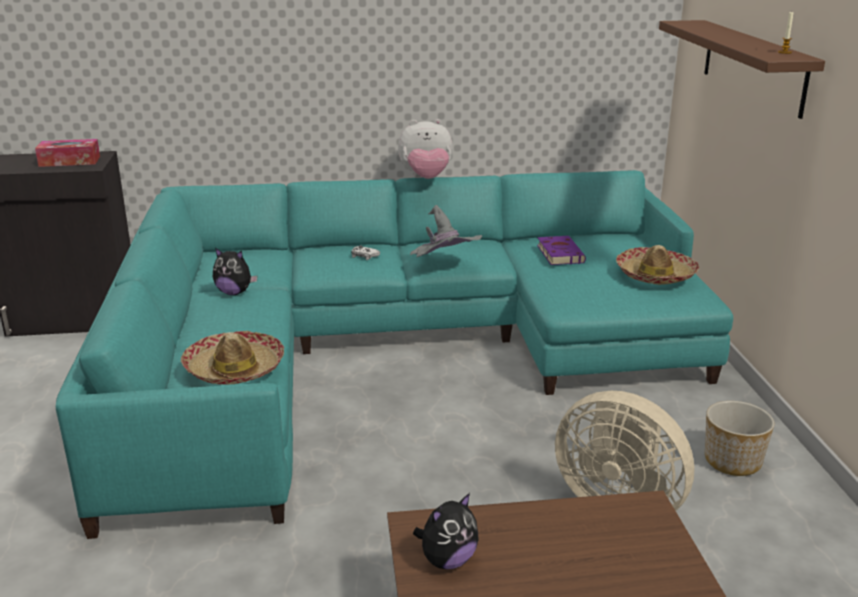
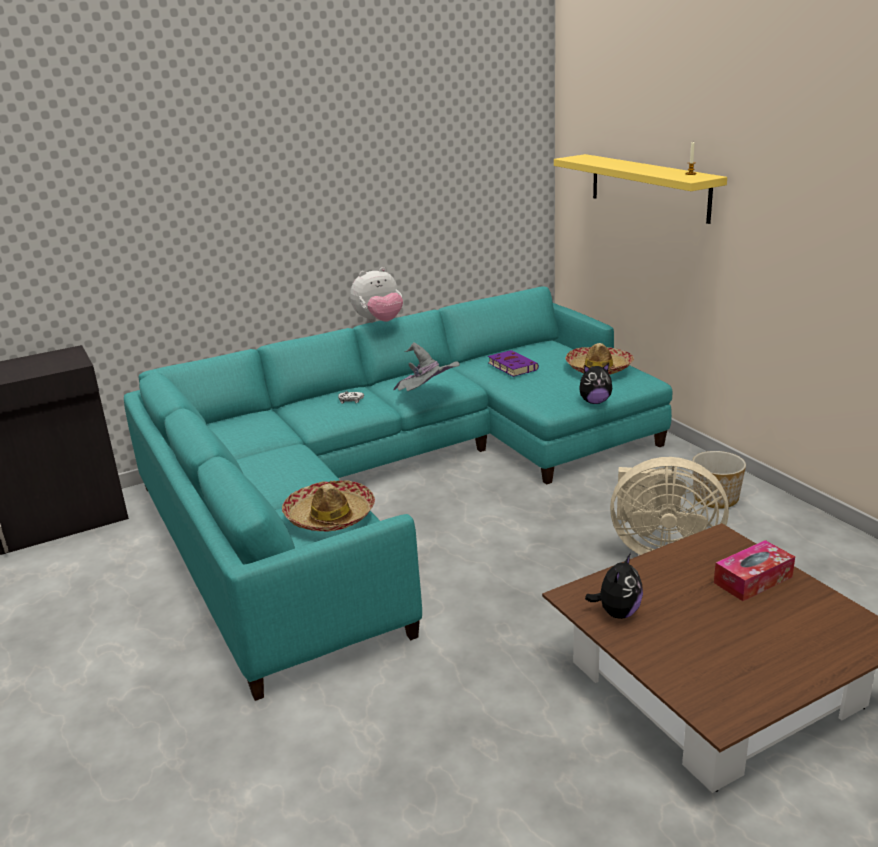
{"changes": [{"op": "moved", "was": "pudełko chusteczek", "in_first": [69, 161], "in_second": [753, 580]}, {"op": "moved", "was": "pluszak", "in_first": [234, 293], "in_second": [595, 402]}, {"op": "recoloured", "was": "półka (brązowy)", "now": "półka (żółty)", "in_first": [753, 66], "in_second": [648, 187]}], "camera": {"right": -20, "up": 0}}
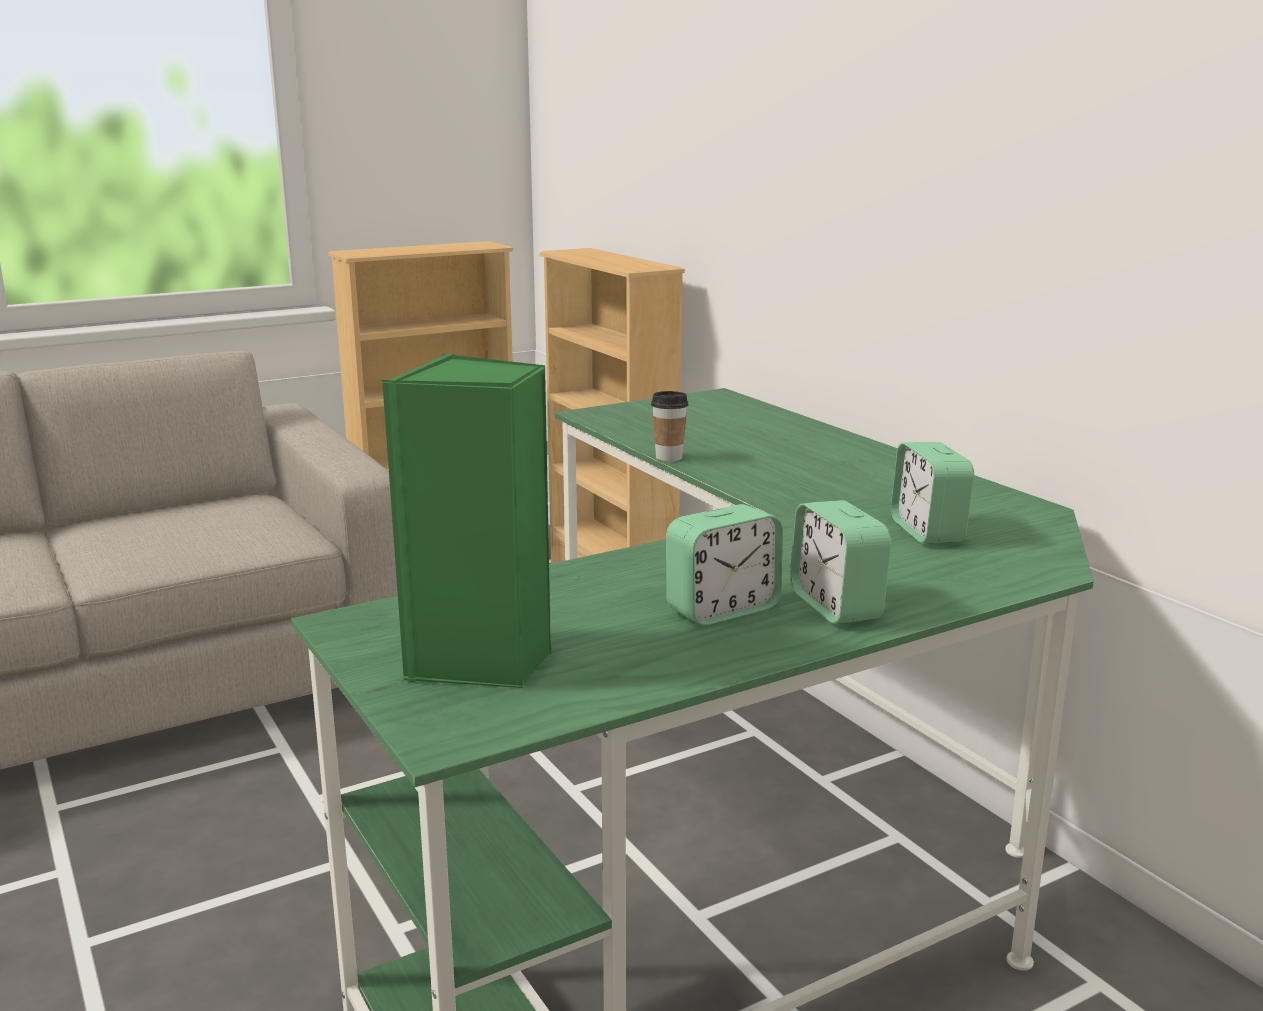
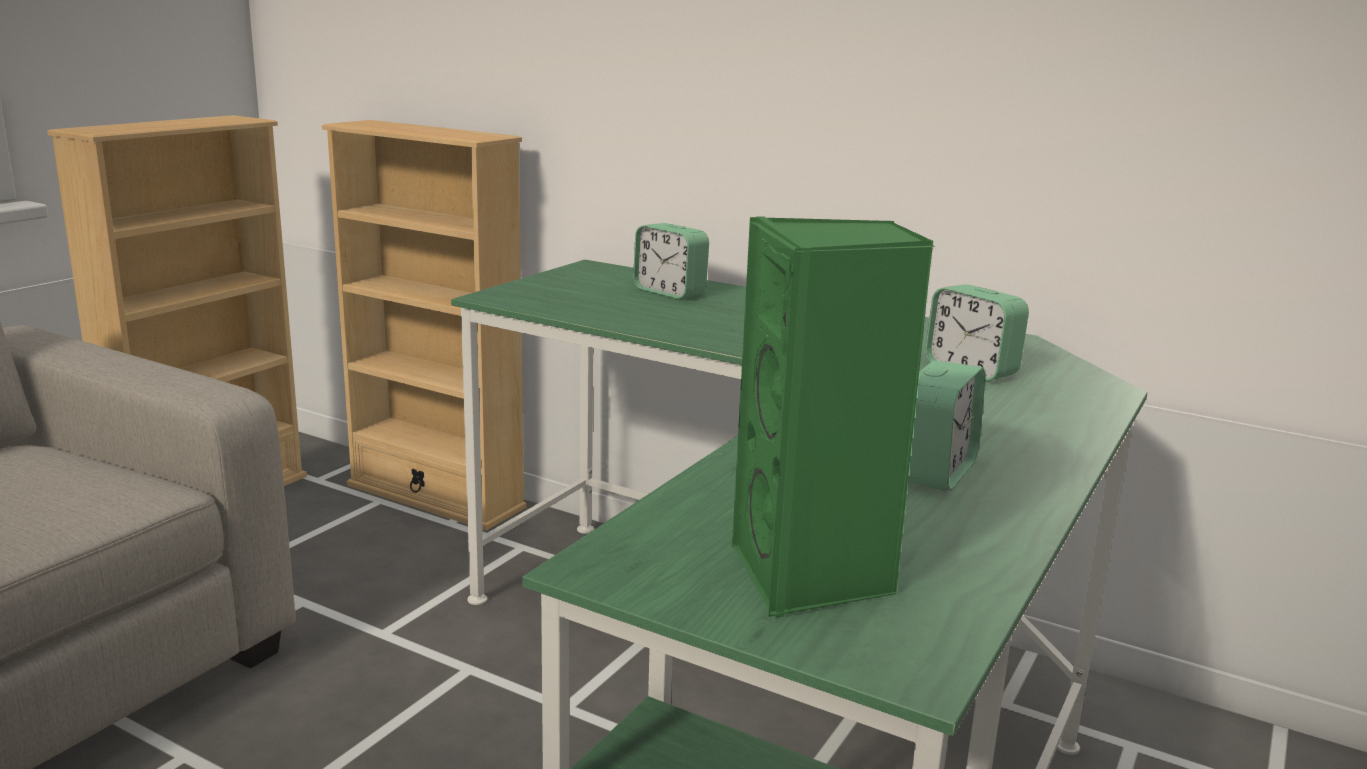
{"changes": [{"op": "removed", "was": "filiżanka", "in_first": [669, 457]}, {"op": "moved", "was": "budzik", "in_first": [836, 606], "in_second": [669, 292]}], "camera": {"right": -30, "up": 0}}
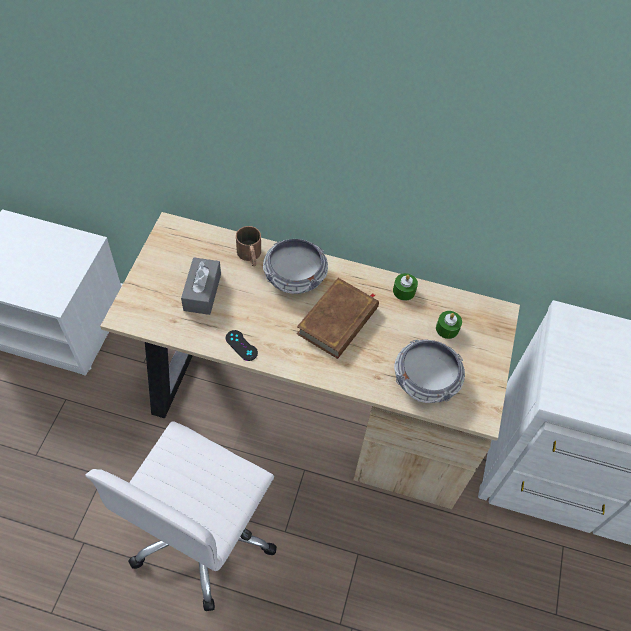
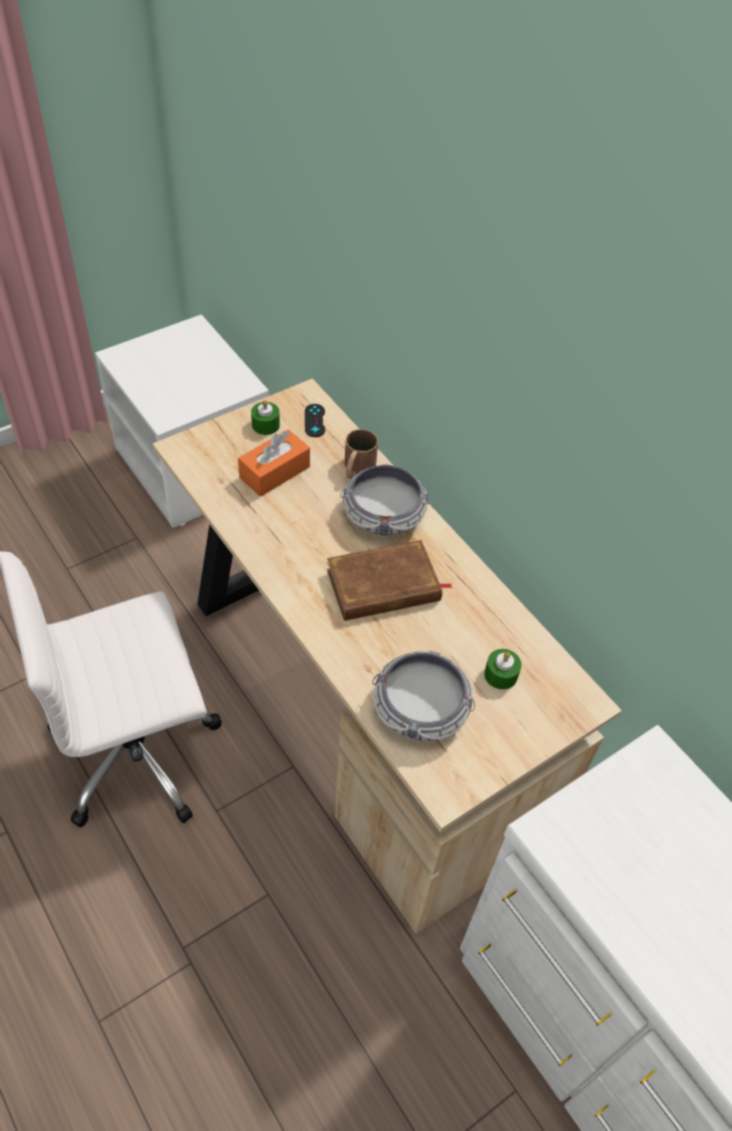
{"changes": [{"op": "recoloured", "was": "pudełko chusteczek (szary)", "now": "pudełko chusteczek (pomarańczowy)", "in_first": [202, 292], "in_second": [274, 472]}, {"op": "moved", "was": "pad do gier (czarny)", "in_first": [241, 345], "in_second": [314, 420]}, {"op": "moved", "was": "świeca (zielony)", "in_first": [404, 291], "in_second": [265, 425]}], "camera": {"right": 40, "up": -5}}
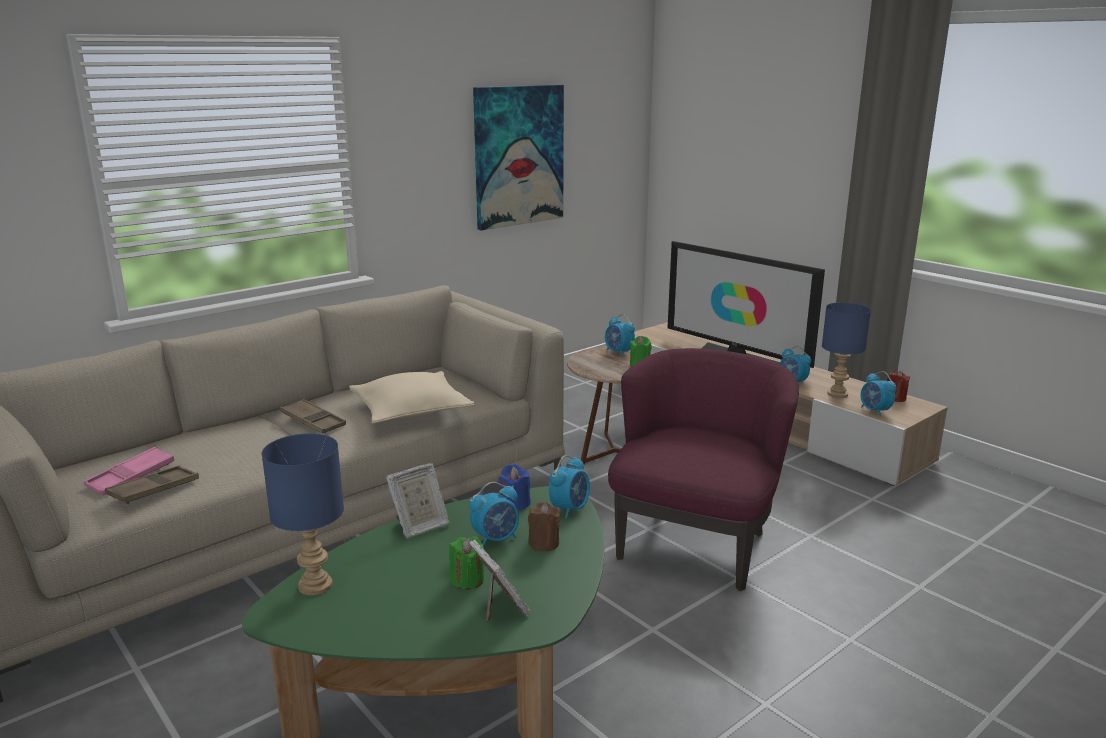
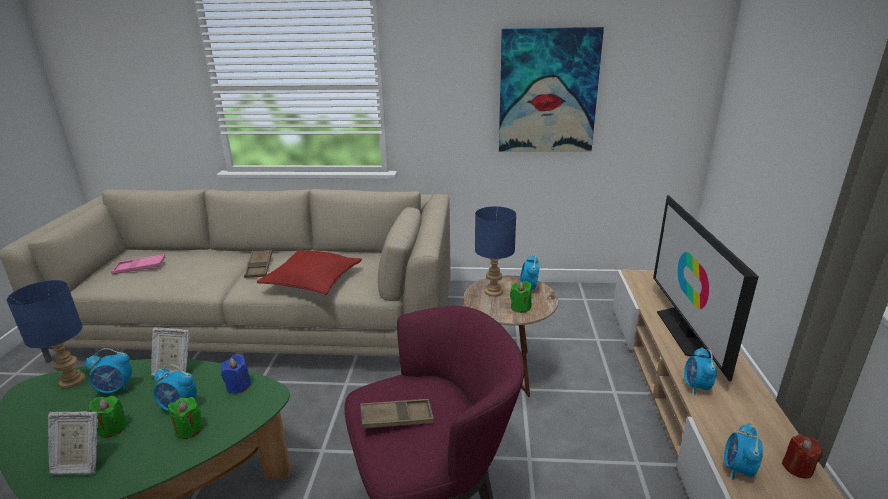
{"changes": [{"op": "moved", "was": "taca (brązowy)", "in_first": [154, 490], "in_second": [397, 418]}, {"op": "recoloured", "was": "poduszka (beżowy)", "now": "poduszka (czerwony)", "in_first": [411, 410], "in_second": [313, 281]}, {"op": "turned", "was": "ramka na zdjęcie", "in_first": [500, 608], "in_second": [80, 463], "clockwise": 75}, {"op": "recoloured", "was": "świeca (brązowy)", "now": "świeca (zielony)", "in_first": [544, 543], "in_second": [189, 429]}, {"op": "moved", "was": "budzik", "in_first": [570, 509], "in_second": [115, 389]}, {"op": "moved", "was": "lampa stołowa (niebieski)", "in_first": [837, 394], "in_second": [494, 291]}], "camera": {"right": 45, "up": 5}}
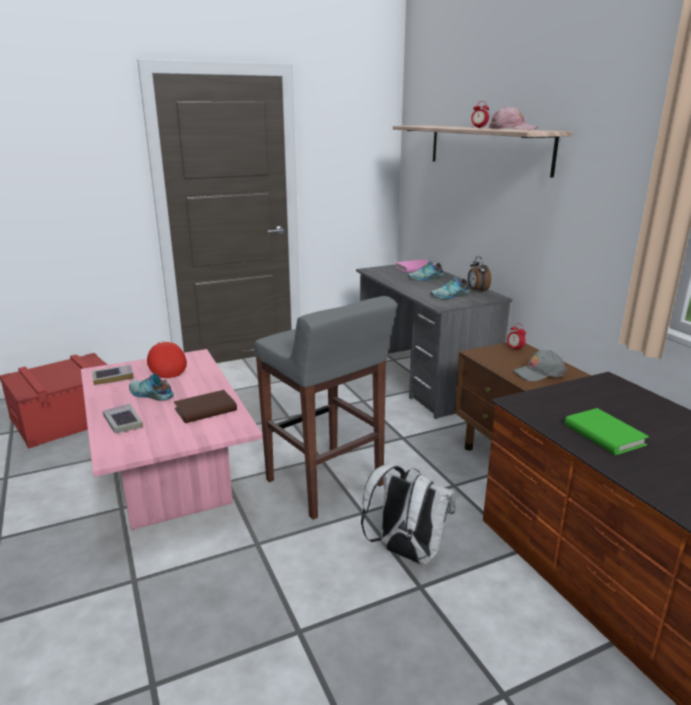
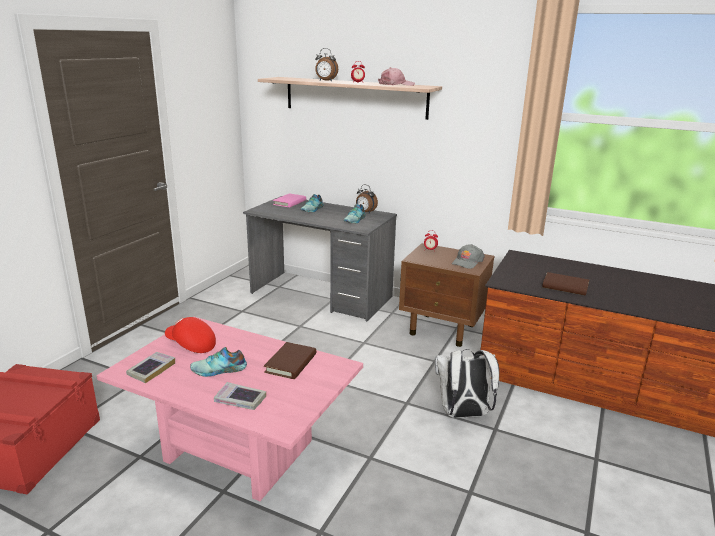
{"changes": [{"op": "removed", "was": "stołek (szary)", "in_first": [325, 484]}, {"op": "recoloured", "was": "książka (zielony)", "now": "książka (brązowy)", "in_first": [604, 435], "in_second": [565, 286]}, {"op": "added", "now": "budzik", "in_second": [325, 80]}], "camera": {"right": -40, "up": 0}}
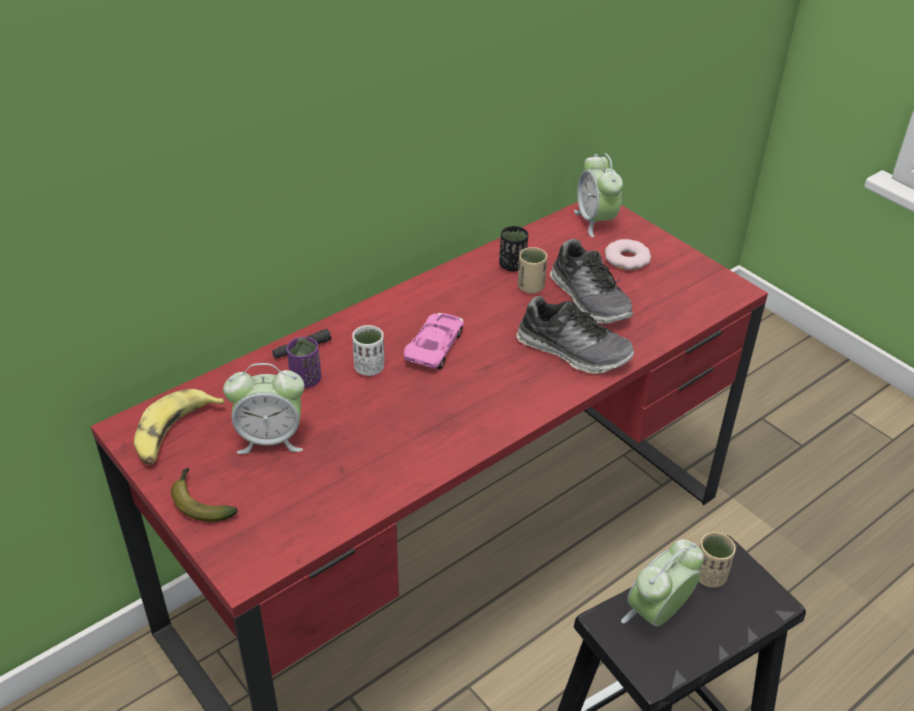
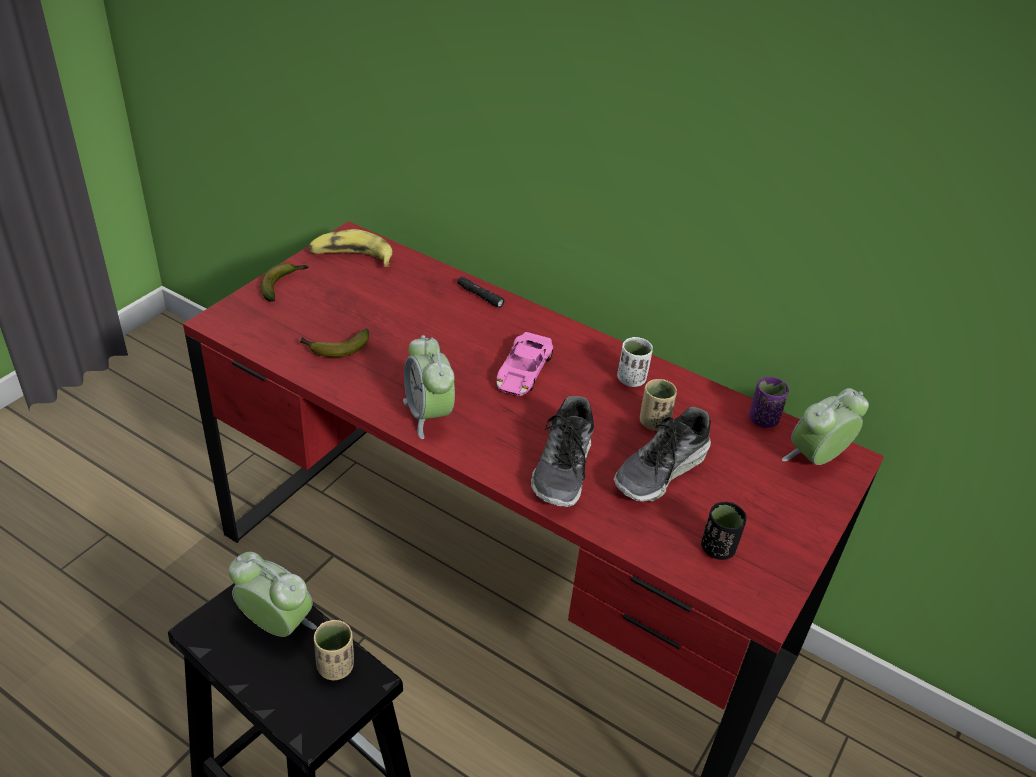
{"changes": [{"op": "moved", "was": "budzik", "in_first": [270, 439], "in_second": [428, 415]}, {"op": "moved", "was": "filiżanka (fioletowy)", "in_first": [306, 380], "in_second": [763, 419]}, {"op": "moved", "was": "filiżanka (biały)", "in_first": [369, 368], "in_second": [631, 379]}, {"op": "turned", "was": "samochodzik (różowy)", "in_first": [435, 345], "in_second": [523, 371], "clockwise": 105}, {"op": "moved", "was": "filiżanka (czarny)", "in_first": [512, 265], "in_second": [718, 548]}, {"op": "removed", "was": "donut", "in_first": [627, 259]}, {"op": "added", "now": "banan", "in_second": [334, 349]}], "camera": {"right": 70, "up": 0}}
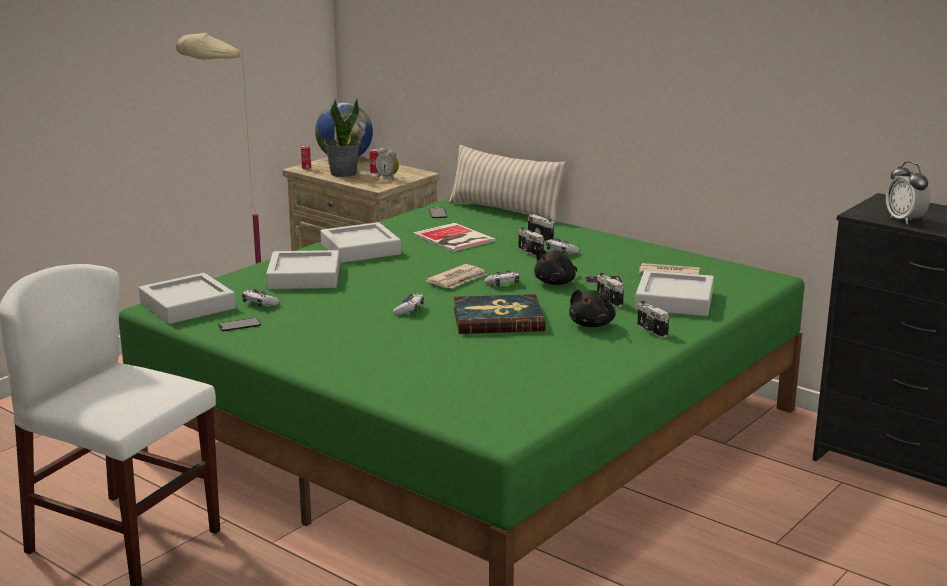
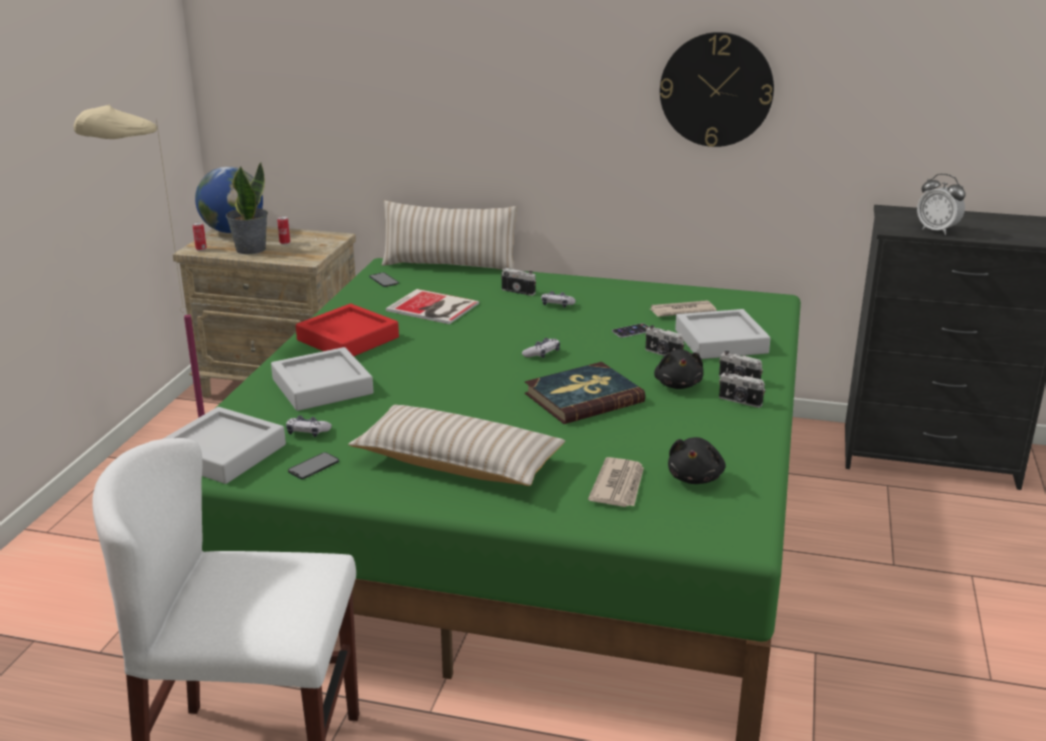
{"changes": [{"op": "recoloured", "was": "taca (szary)", "now": "taca (czerwony)", "in_first": [360, 249], "in_second": [348, 339]}, {"op": "removed", "was": "budzik", "in_first": [388, 177]}, {"op": "removed", "was": "pad do gier", "in_first": [409, 310]}, {"op": "moved", "was": "gazeta", "in_first": [458, 280], "in_second": [619, 486]}, {"op": "moved", "was": "aparat fotograficzny", "in_first": [529, 252], "in_second": [740, 401]}, {"op": "moved", "was": "pluszak (czarny)", "in_first": [556, 282], "in_second": [695, 477]}, {"op": "added", "now": "poduszka (beżowy)", "in_second": [458, 463]}, {"op": "added", "now": "zegar ścienny", "in_second": [716, 90]}], "camera": {"right": -25, "up": 5}}
